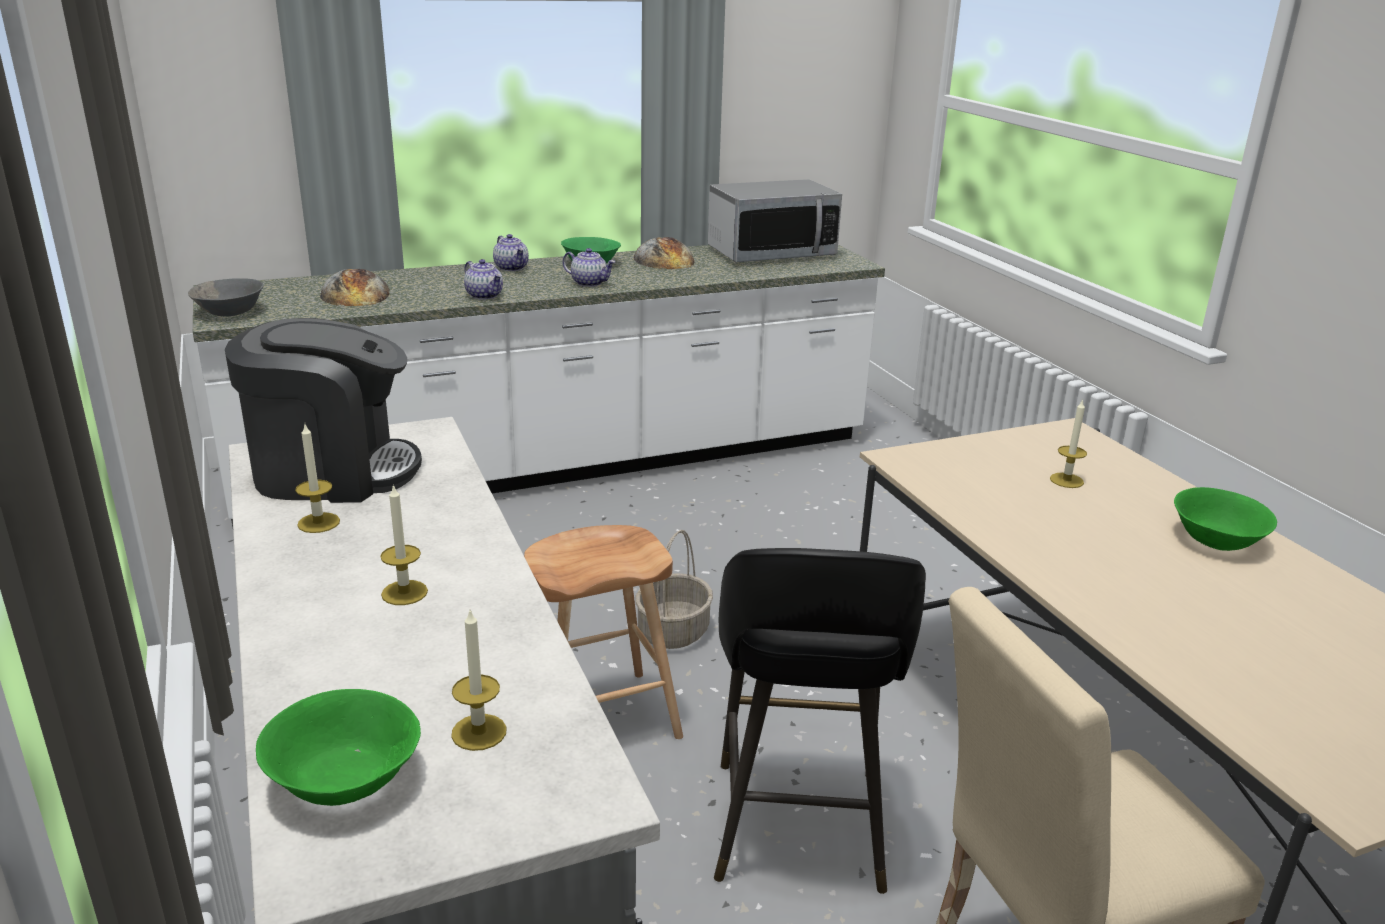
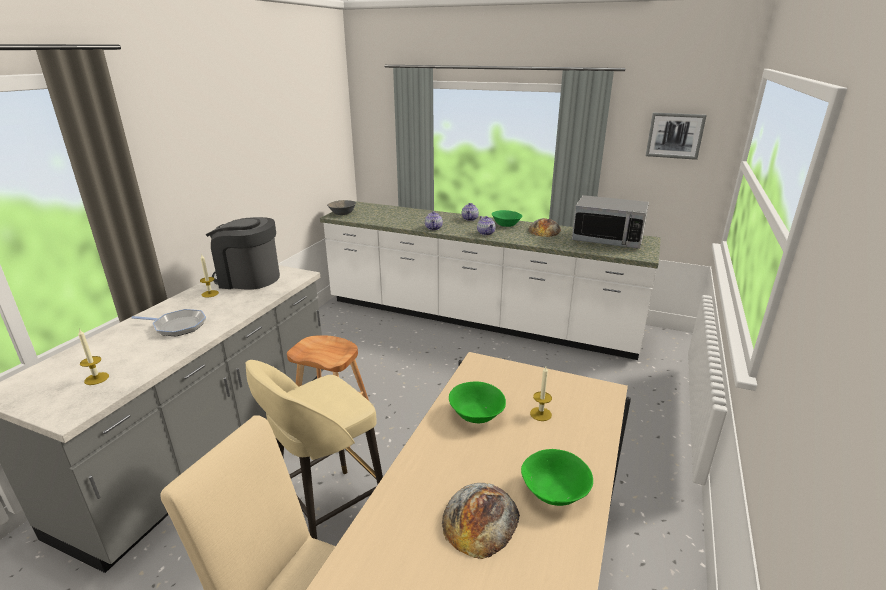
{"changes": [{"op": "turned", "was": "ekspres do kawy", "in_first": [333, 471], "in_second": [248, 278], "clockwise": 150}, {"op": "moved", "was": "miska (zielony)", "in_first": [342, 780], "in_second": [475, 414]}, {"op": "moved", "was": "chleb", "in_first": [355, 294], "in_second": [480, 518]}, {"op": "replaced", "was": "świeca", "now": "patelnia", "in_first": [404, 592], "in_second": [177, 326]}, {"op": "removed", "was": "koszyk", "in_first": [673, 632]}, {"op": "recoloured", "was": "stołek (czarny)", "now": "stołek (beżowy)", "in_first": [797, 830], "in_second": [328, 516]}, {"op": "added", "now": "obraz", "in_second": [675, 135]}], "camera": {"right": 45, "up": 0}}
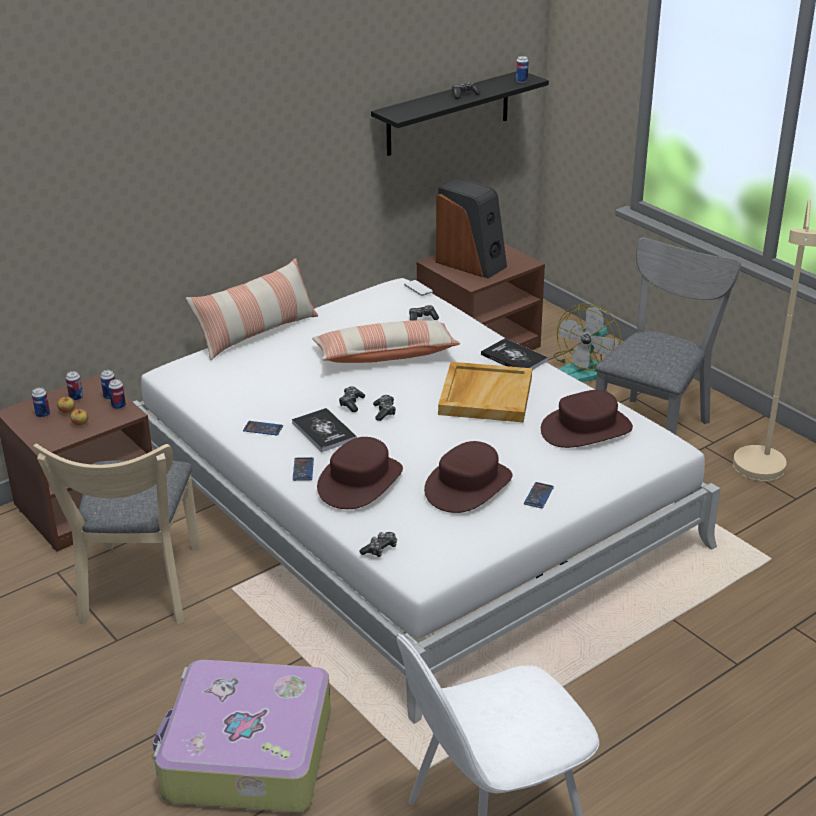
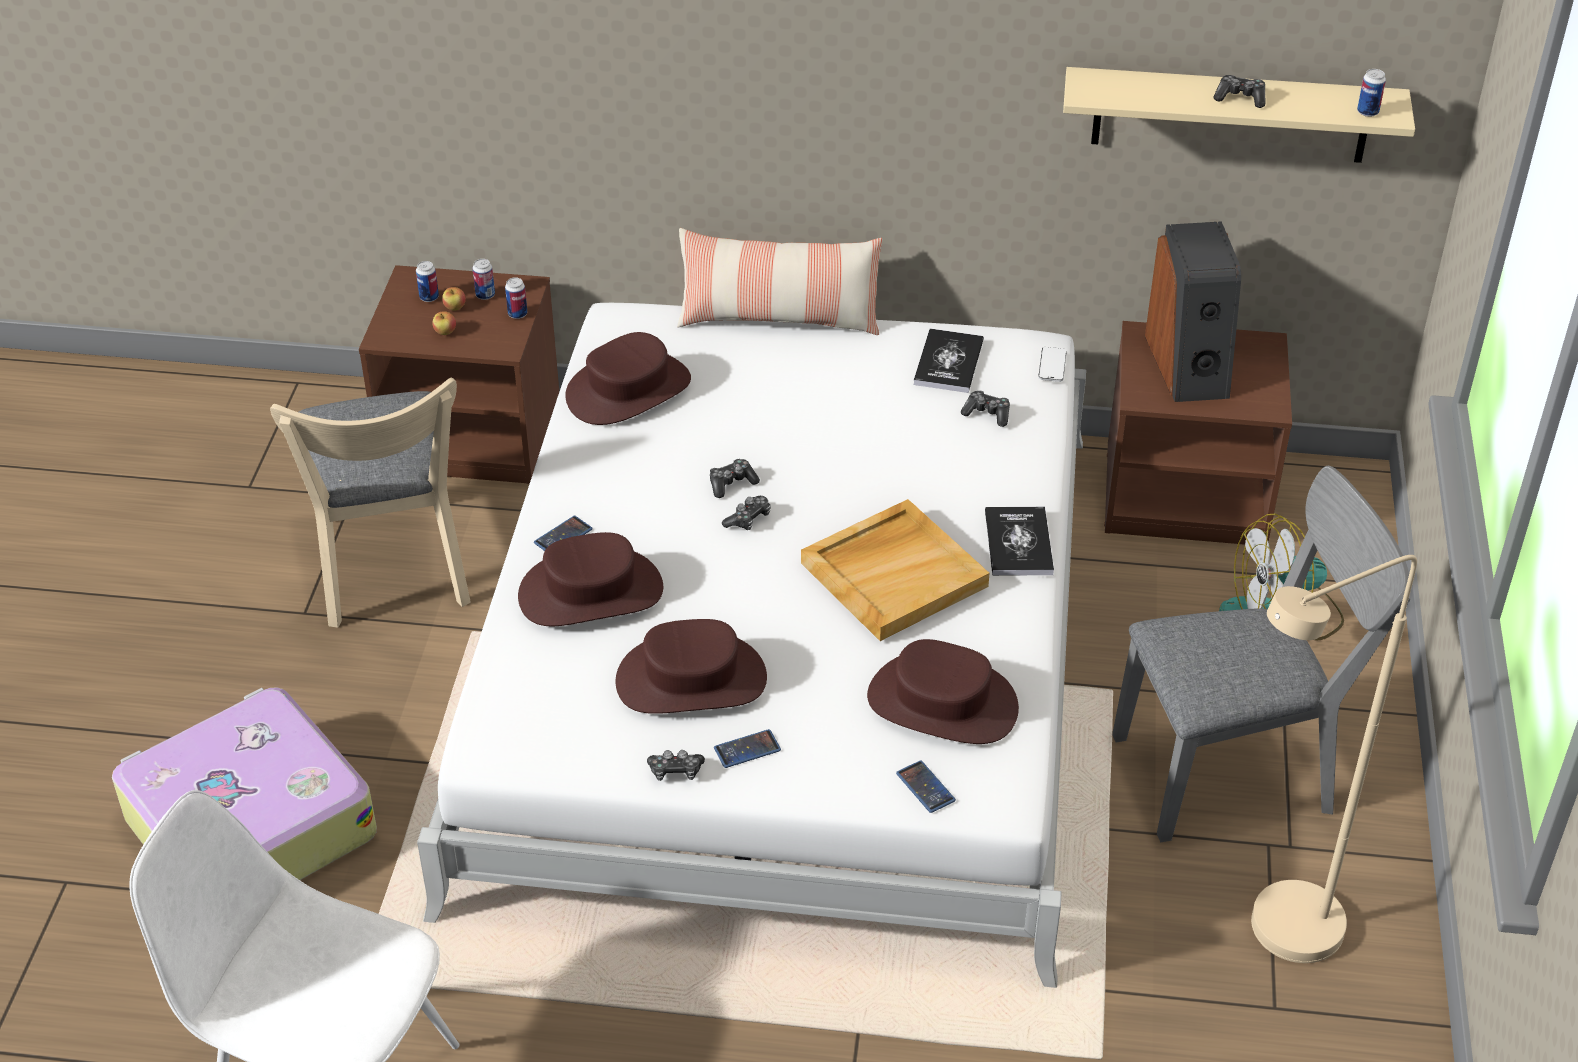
{"changes": [{"op": "turned", "was": "krzesło (beżowy)", "in_first": [140, 591], "in_second": [392, 571], "clockwise": -60}, {"op": "removed", "was": "puszka", "in_first": [118, 406]}, {"op": "moved", "was": "telefon", "in_first": [263, 429], "in_second": [925, 787]}, {"op": "moved", "was": "książka", "in_first": [324, 431], "in_second": [948, 362]}, {"op": "removed", "was": "poduszka", "in_first": [385, 355]}, {"op": "moved", "was": "pad do gier", "in_first": [380, 549], "in_second": [675, 771]}, {"op": "recoloured", "was": "półka (czarny)", "now": "półka (beżowy)", "in_first": [448, 113], "in_second": [1231, 115]}, {"op": "added", "now": "kapelusz (brązowy)", "in_second": [629, 390]}], "camera": {"right": 45, "up": 10}}
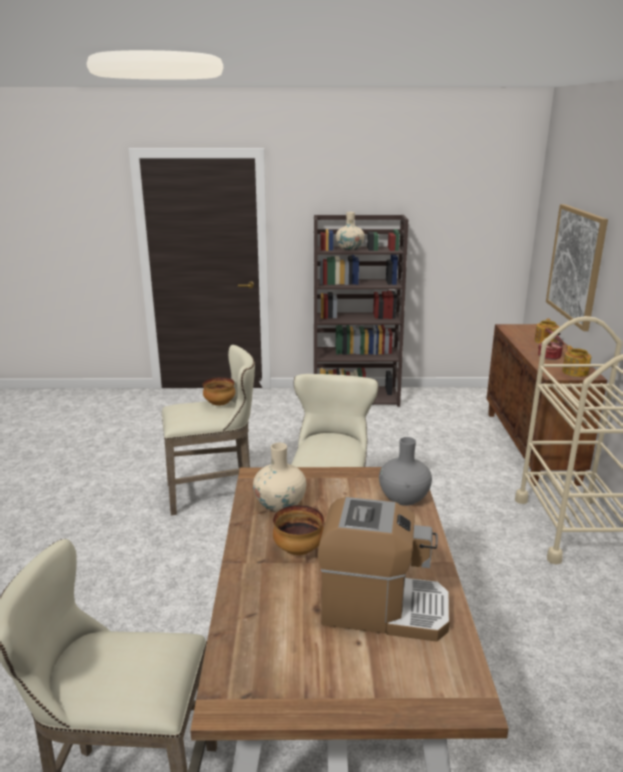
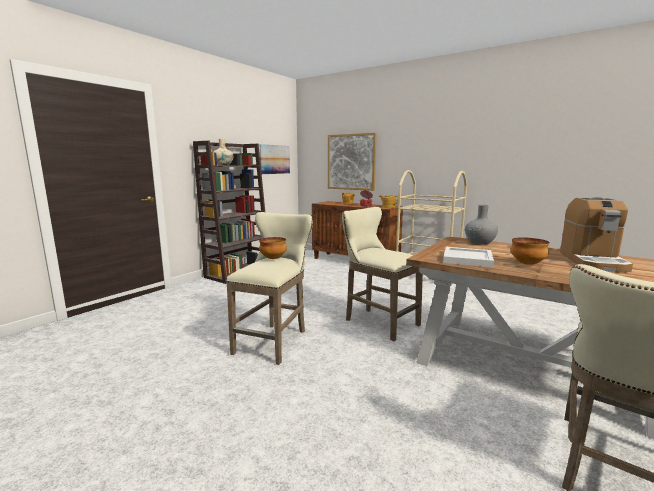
{"changes": [{"op": "replaced", "was": "wazon (beżowy)", "now": "taca (biały)", "in_first": [280, 504], "in_second": [468, 259]}, {"op": "turned", "was": "ekspres do kawy", "in_first": [382, 608], "in_second": [592, 261], "clockwise": 150}, {"op": "added", "now": "obraz", "in_second": [275, 159]}], "camera": {"right": -55, "up": -10}}
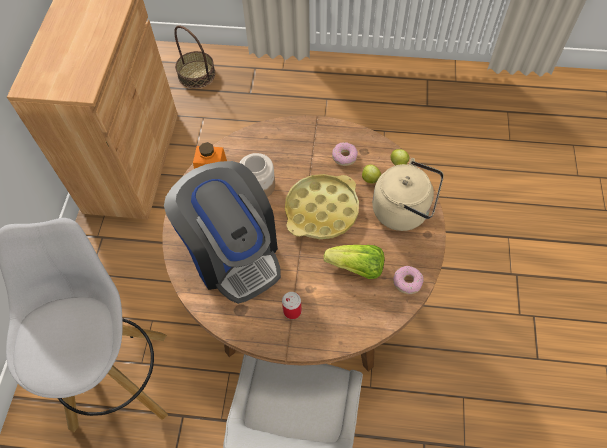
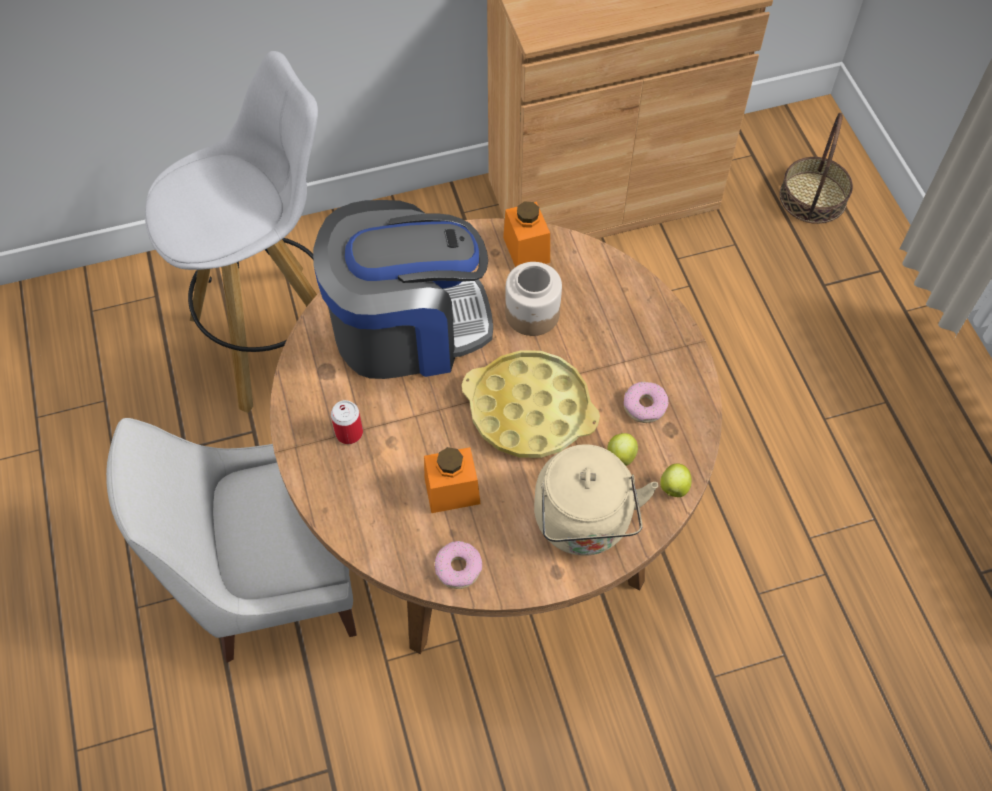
{"changes": [{"op": "turned", "was": "ekspres do kawy", "in_first": [233, 253], "in_second": [408, 327], "clockwise": -135}, {"op": "replaced", "was": "sałata", "now": "słoik (pomarańczowy)", "in_first": [357, 268], "in_second": [452, 491]}], "camera": {"right": 65, "up": 0}}
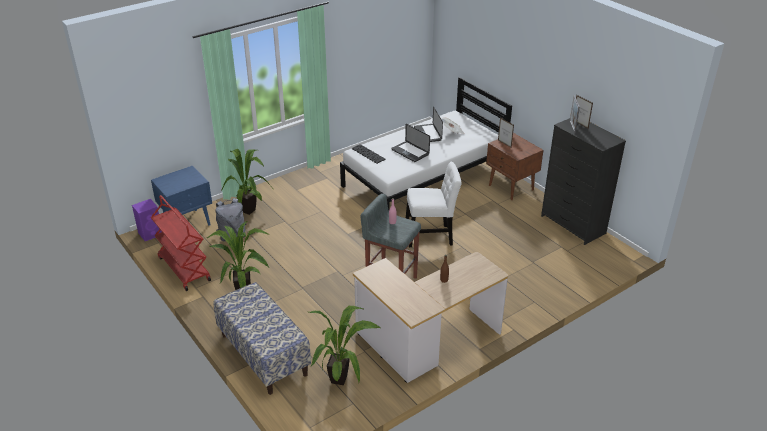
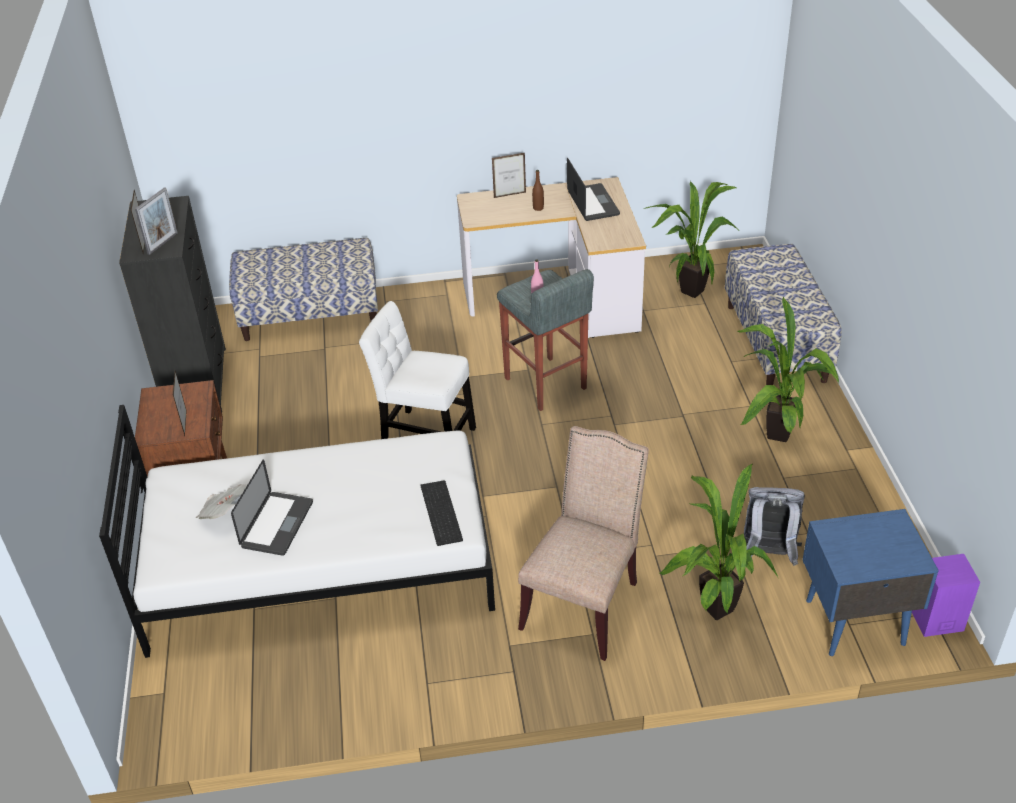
{"changes": [{"op": "removed", "was": "wózek (czerwony)", "in_first": [183, 269]}, {"op": "moved", "was": "laptop", "in_first": [410, 152], "in_second": [593, 203]}, {"op": "added", "now": "ławka", "in_second": [310, 316]}, {"op": "added", "now": "ramka na zdjęcie", "in_second": [510, 195]}, {"op": "added", "now": "krzesło (beżowy)", "in_second": [584, 602]}], "camera": {"right": -150, "up": 5}}
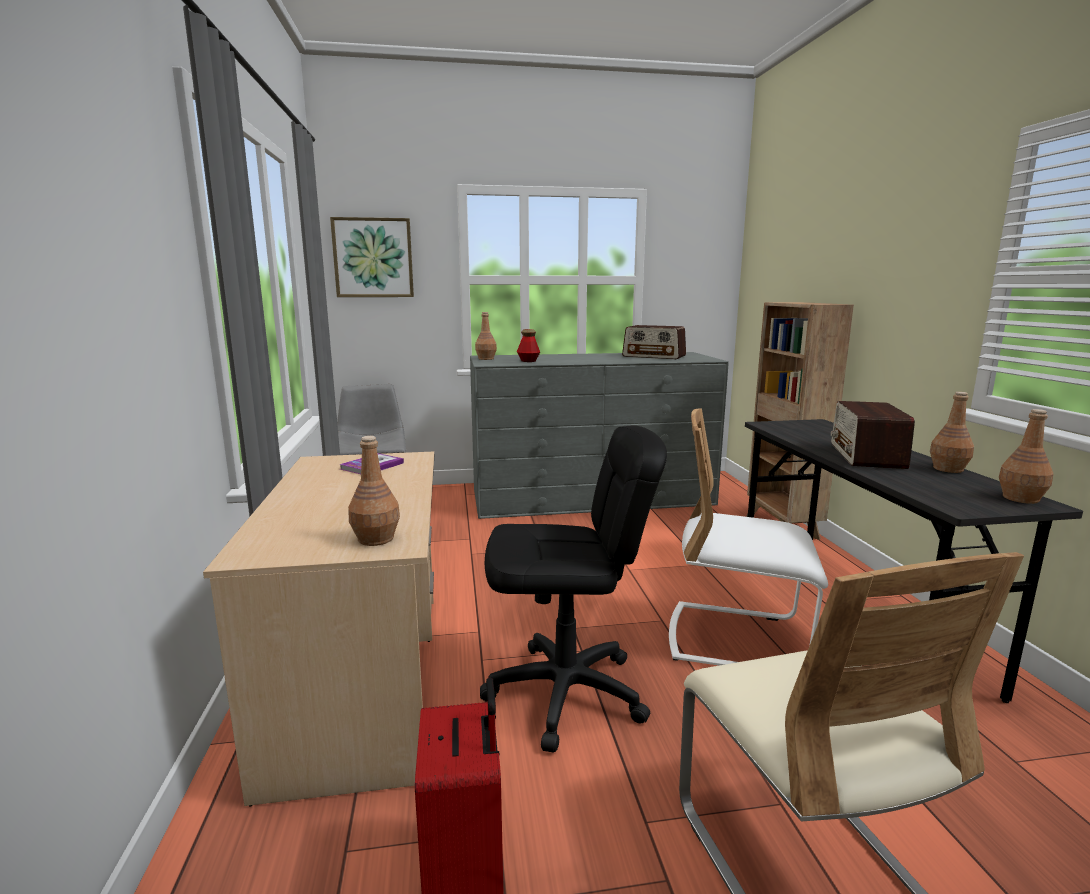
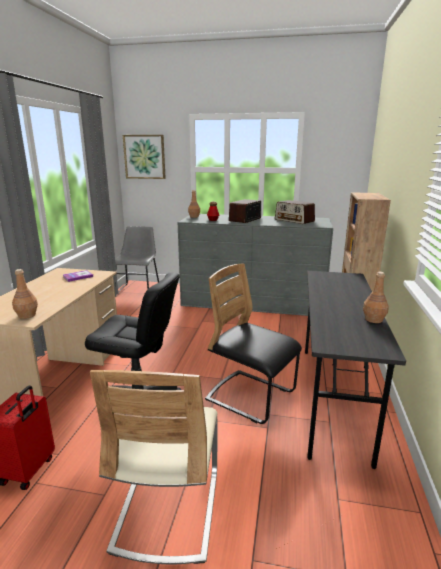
{"changes": [{"op": "recoloured", "was": "krzesło (biały)", "now": "krzesło (czarny)", "in_first": [737, 639], "in_second": [251, 397]}, {"op": "moved", "was": "radio", "in_first": [866, 455], "in_second": [245, 219]}, {"op": "removed", "was": "butelka (brązowy)", "in_first": [1020, 498]}], "camera": {"right": 20, "up": 5}}
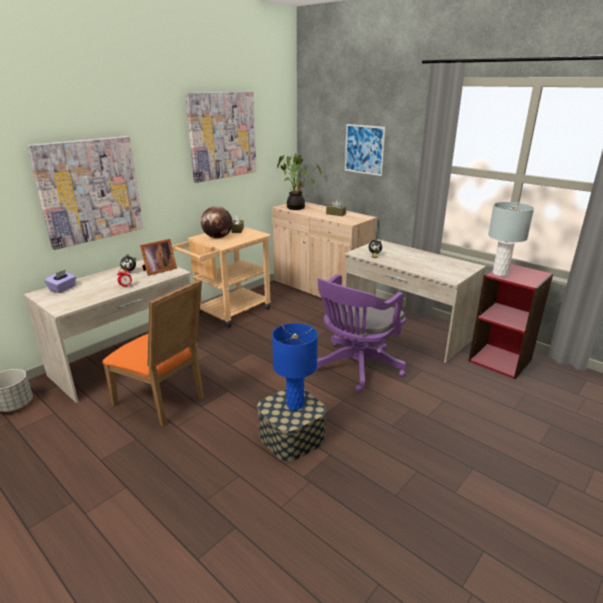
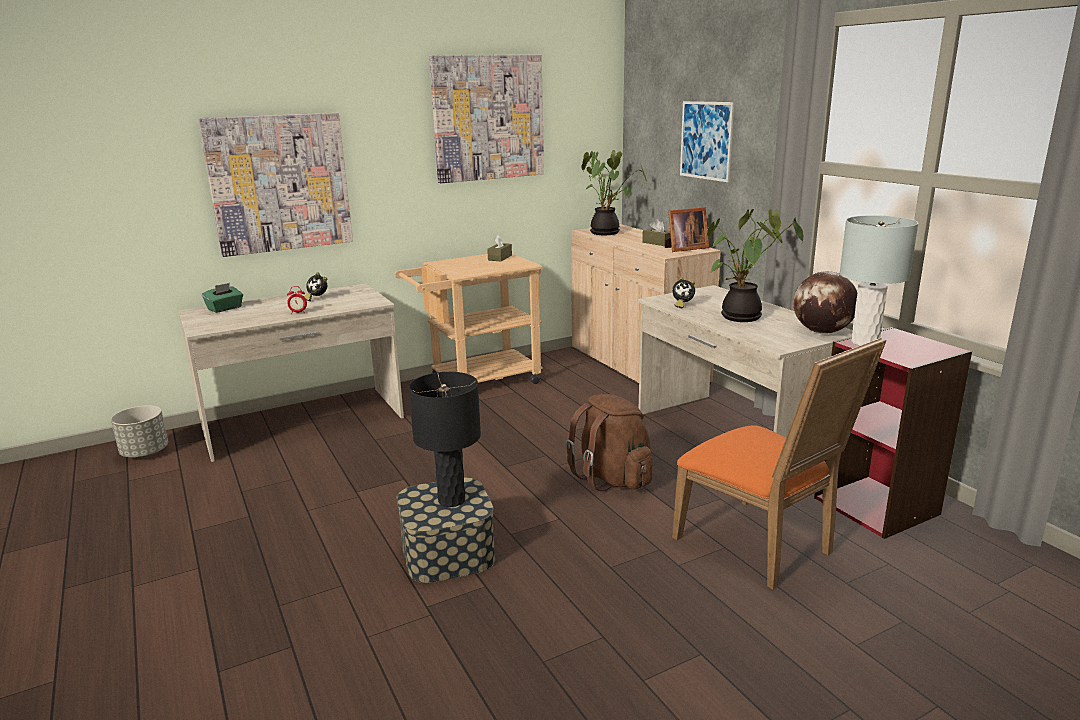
{"changes": [{"op": "recoloured", "was": "pudełko chusteczek (fioletowy)", "now": "pudełko chusteczek (zielony)", "in_first": [63, 288], "in_second": [225, 308]}, {"op": "moved", "was": "krzesło (pomarańczowy)", "in_first": [164, 401], "in_second": [761, 547]}, {"op": "moved", "was": "ramka na zdjęcie", "in_first": [158, 270], "in_second": [684, 249]}, {"op": "moved", "was": "globus", "in_first": [218, 237], "in_second": [822, 332]}, {"op": "recoloured", "was": "lampa stołowa (niebieski)", "now": "lampa stołowa (czarny)", "in_first": [295, 405], "in_second": [452, 500]}, {"op": "replaced", "was": "krzesło biurowe (fioletowy)", "now": "plecak (brązowy)", "in_first": [356, 368], "in_second": [612, 478]}, {"op": "added", "now": "roślina doniczkowa", "in_second": [742, 318]}], "camera": {"right": 20, "up": -5}}
